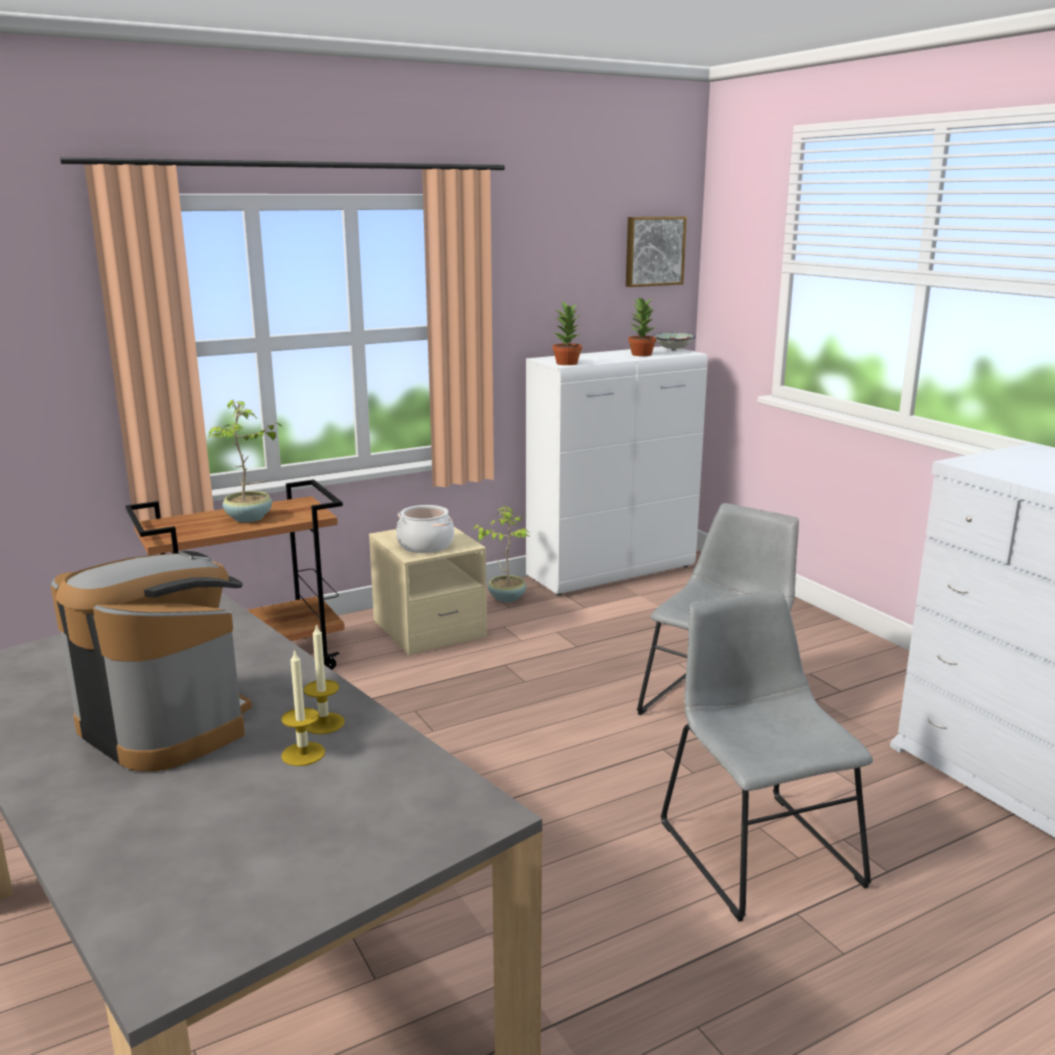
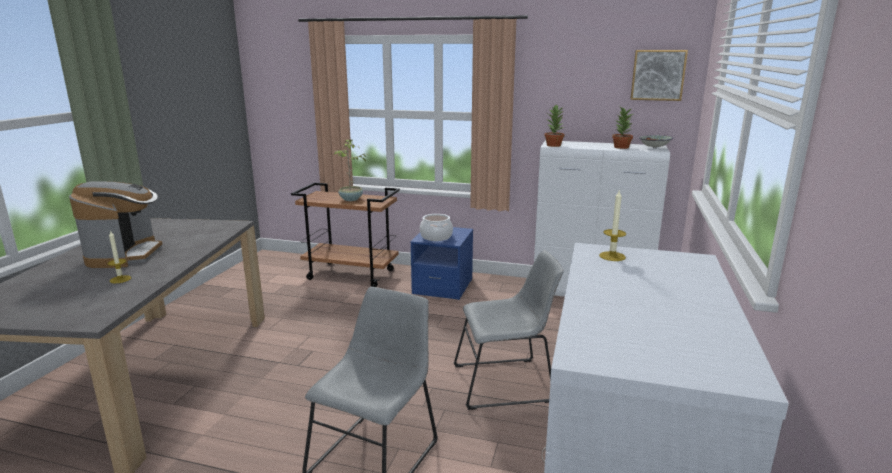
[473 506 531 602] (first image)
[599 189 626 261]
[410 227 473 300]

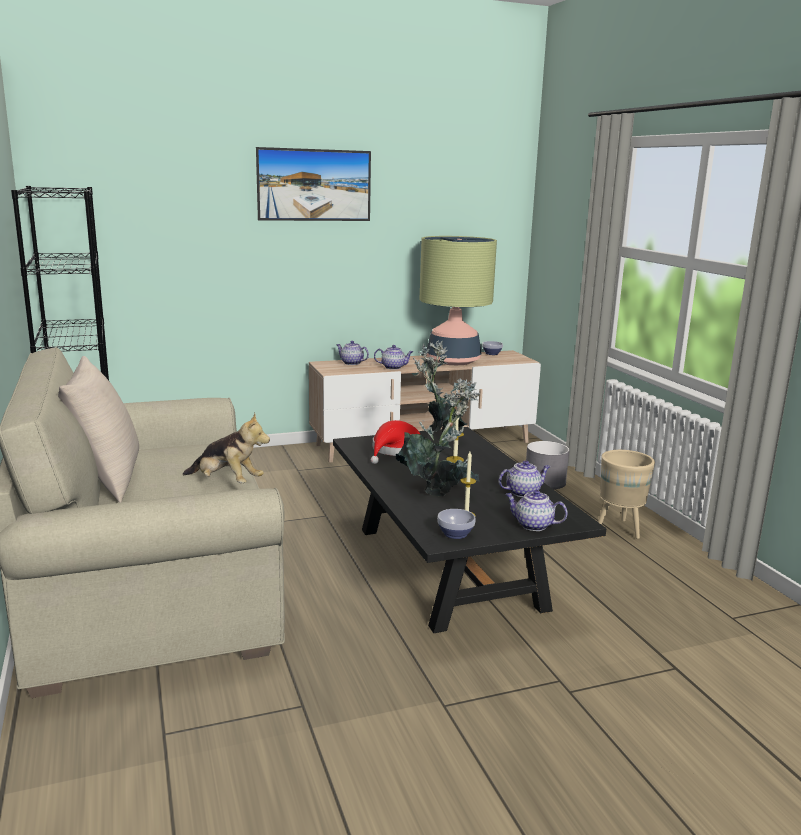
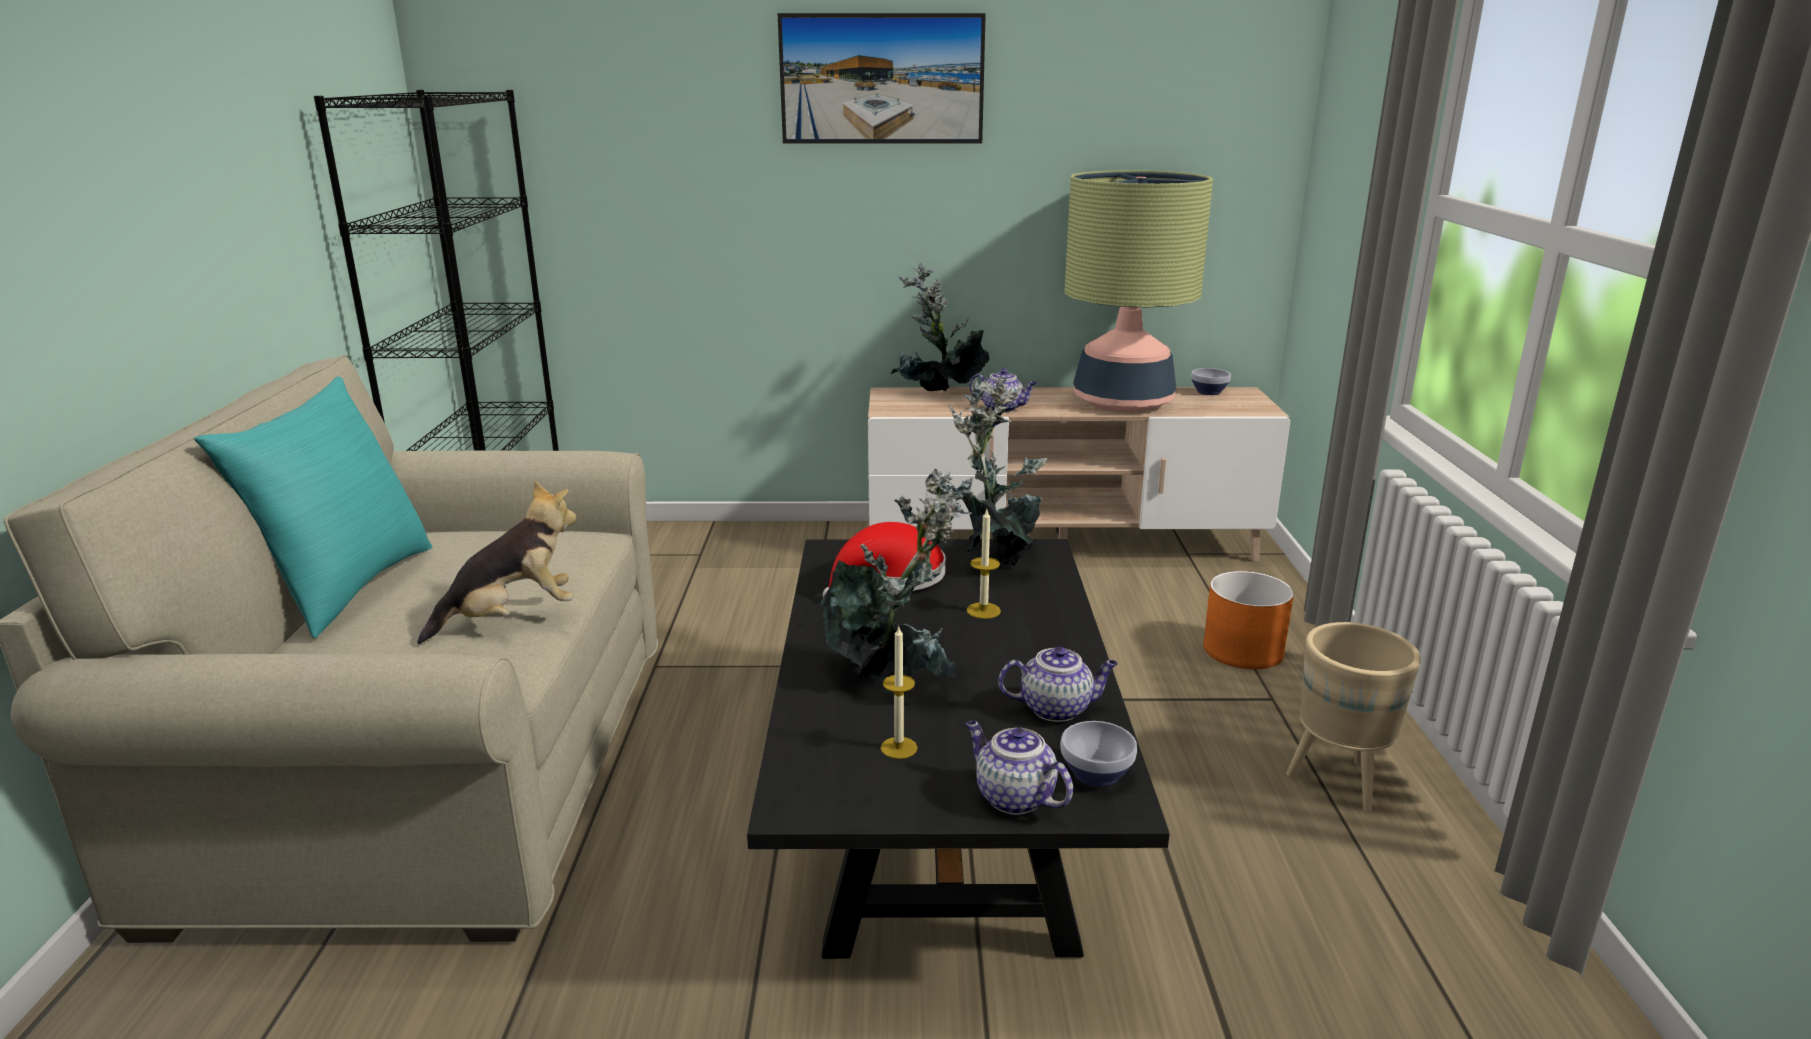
[1061 721 1137 787]
[891 263 989 391]
[194 376 432 638]
[1203 571 1294 669]
[417 481 577 644]

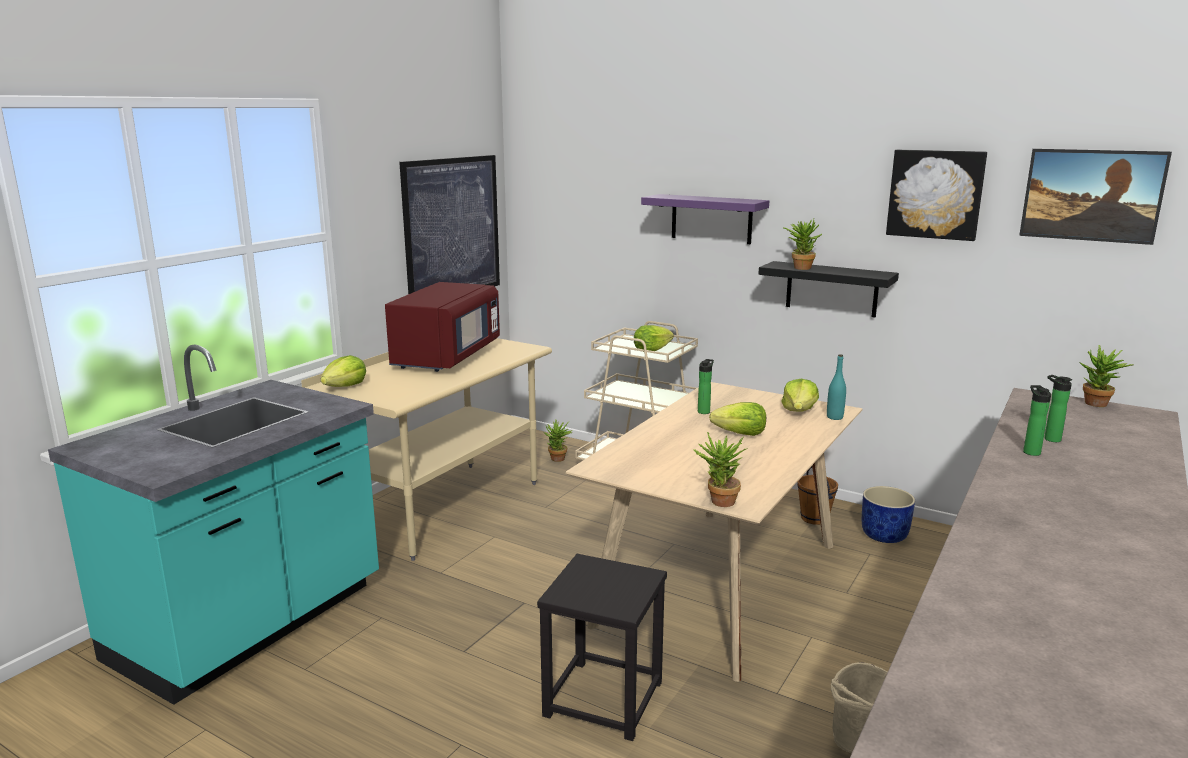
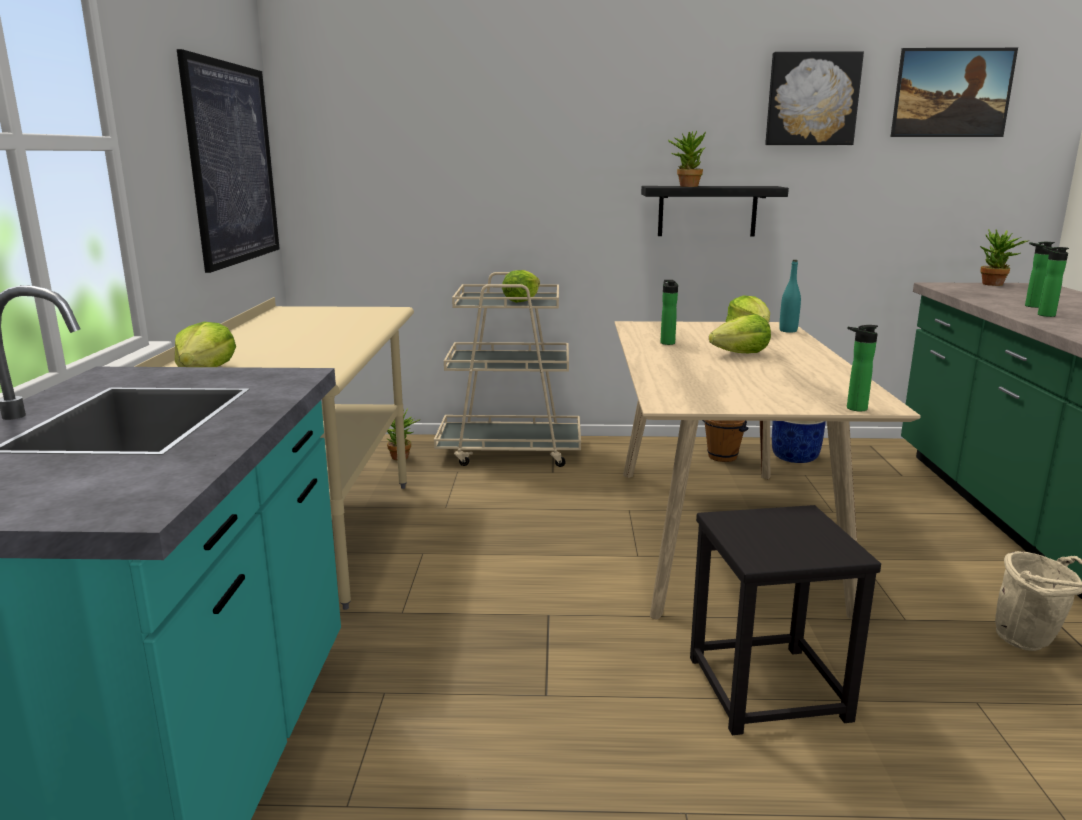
[385 282 500 372] (first image)
[641 194 769 244] (first image)
[847 325 878 411]

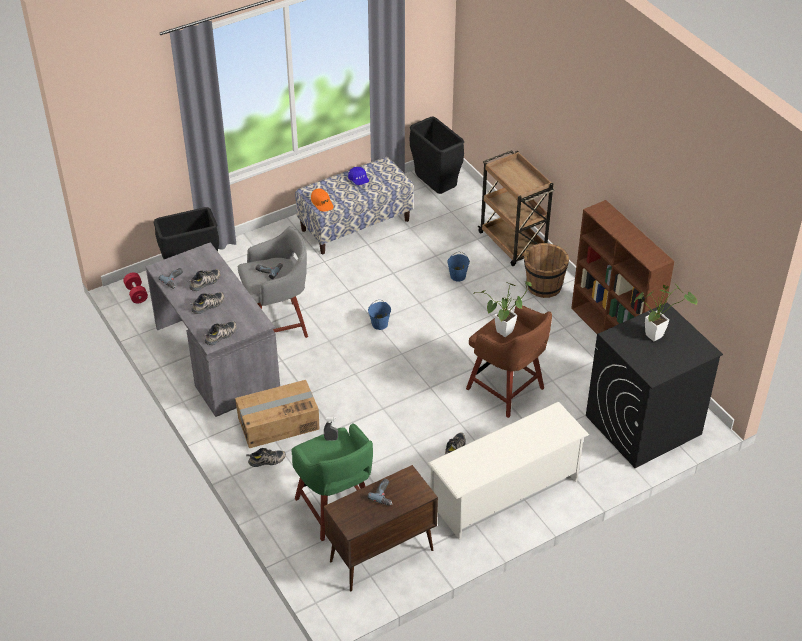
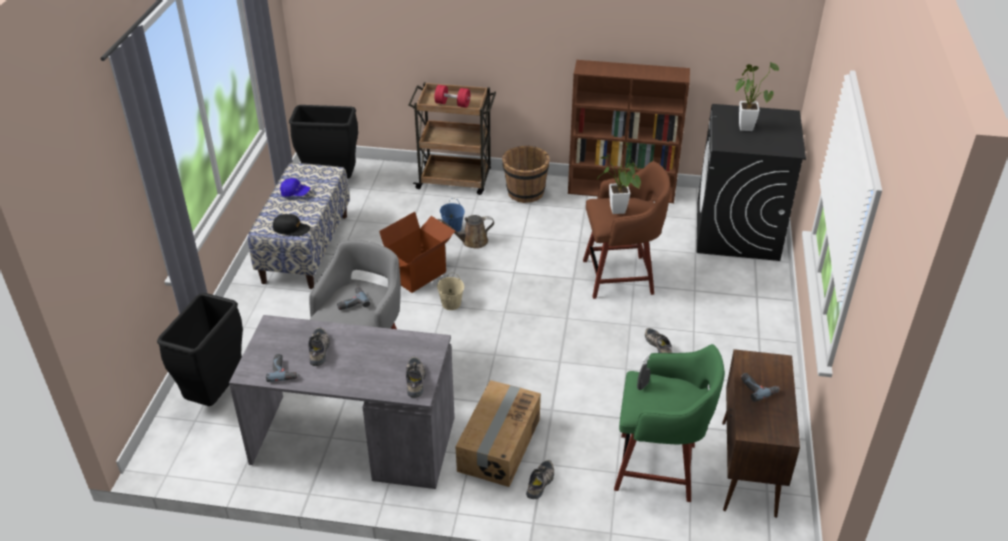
[190 292 224 314] (first image)
[428 401 589 540] (first image)
[379 212 455 293]
[438 215 494 249]
[434 85 470 108]
[273 214 311 236]
[437 273 464 310]

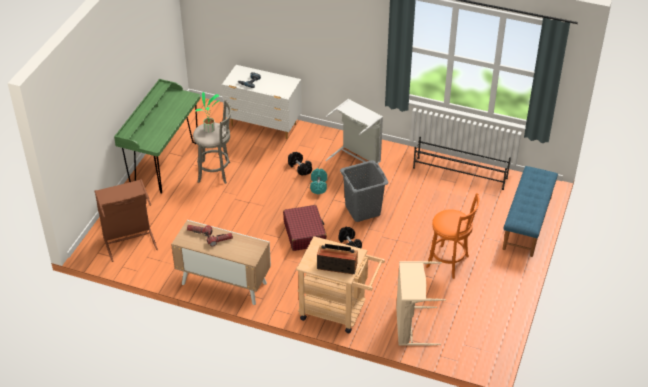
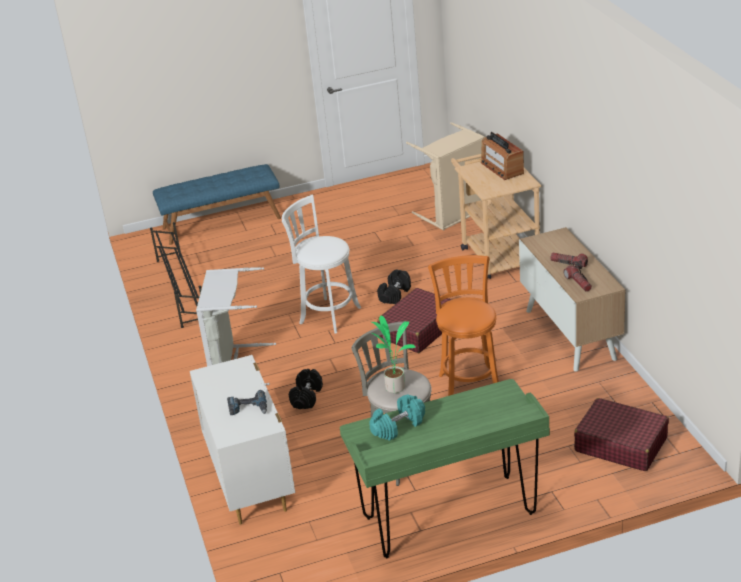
[369 394 425 441]
[428 255 499 396]
[574 398 669 471]
[282 195 361 334]

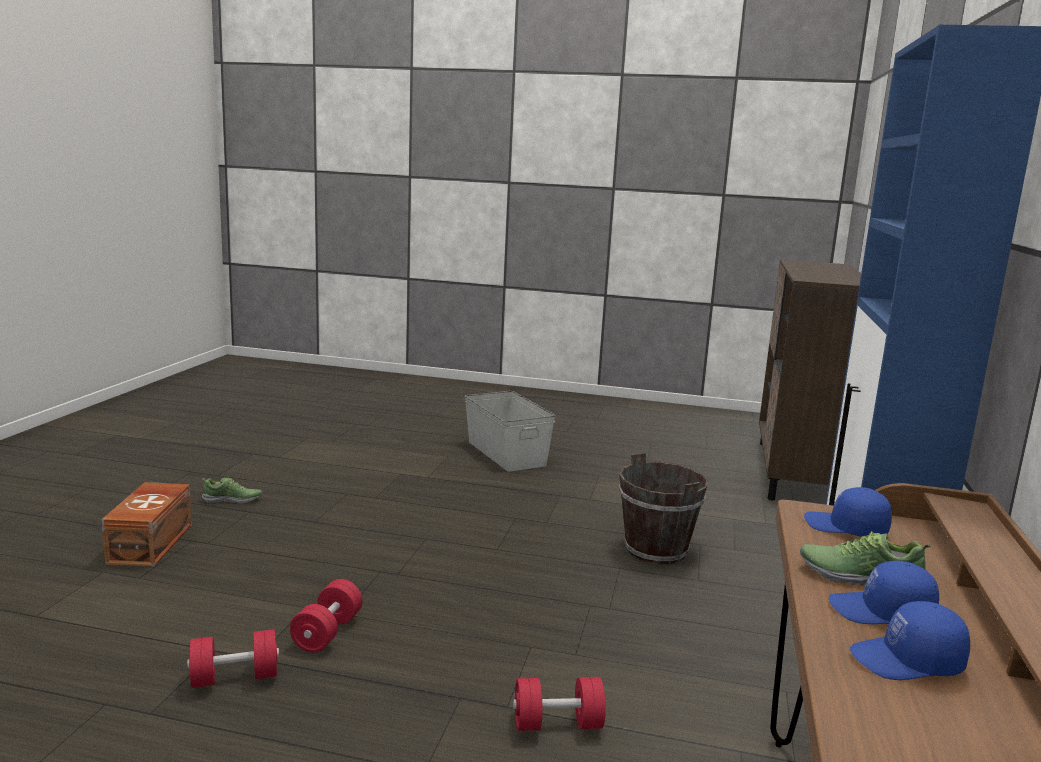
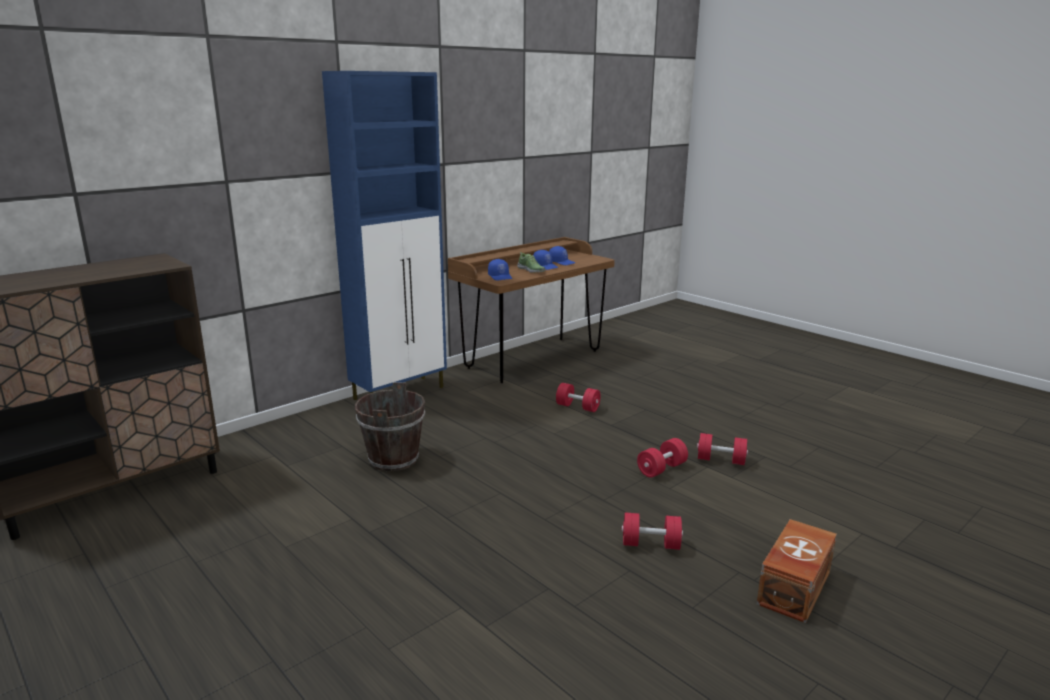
[202 477 262 504] (first image)
[465 391 556 472] (first image)
[622 512 683 550]

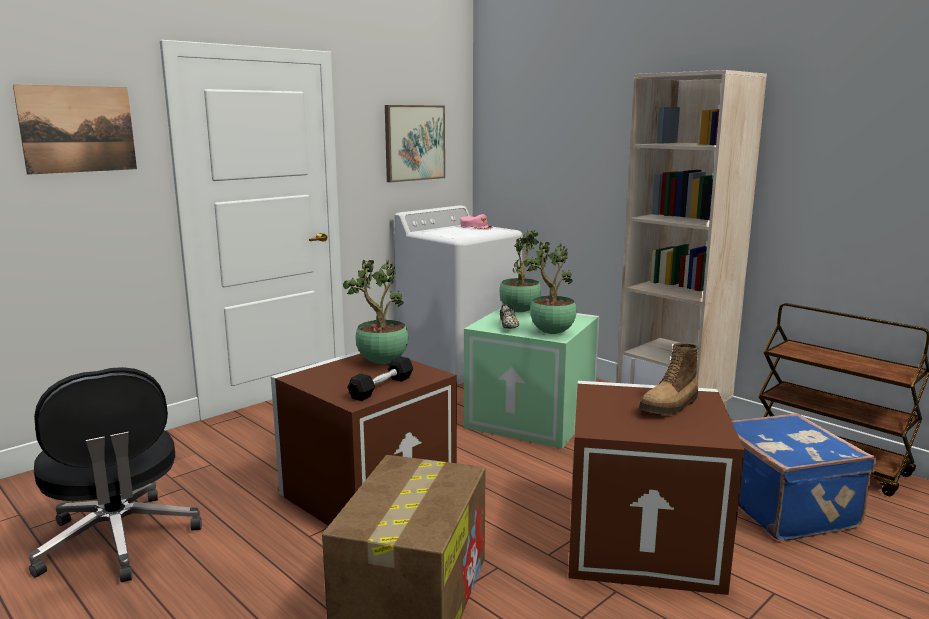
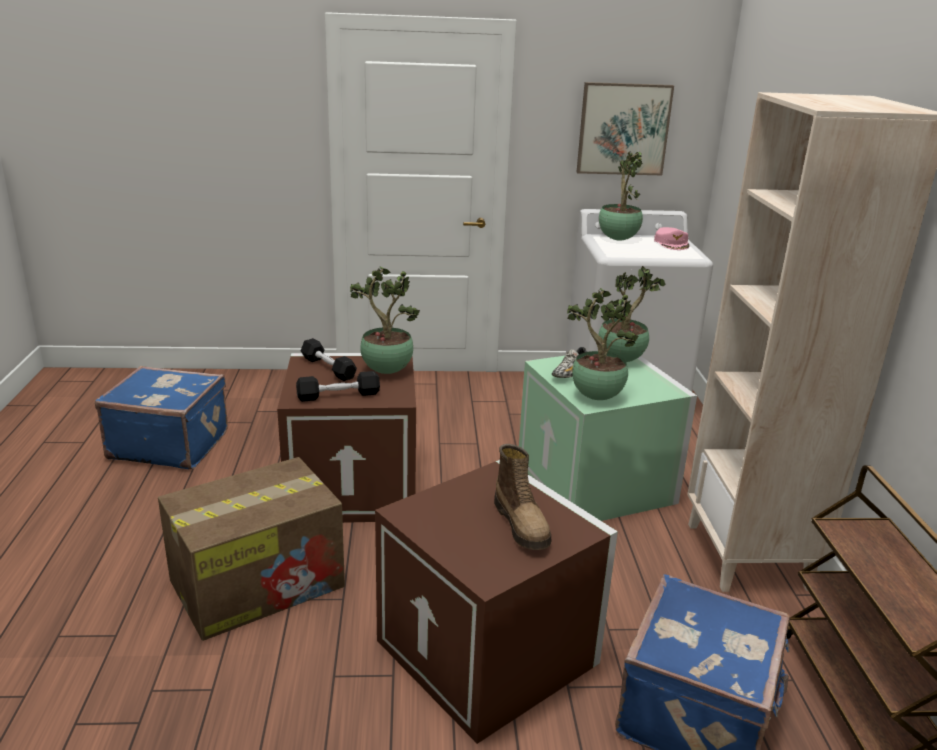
[13 84 137 175] (first image)
[301 338 357 381]
[599 151 643 240]
[95 366 228 469]
[494 444 552 550]

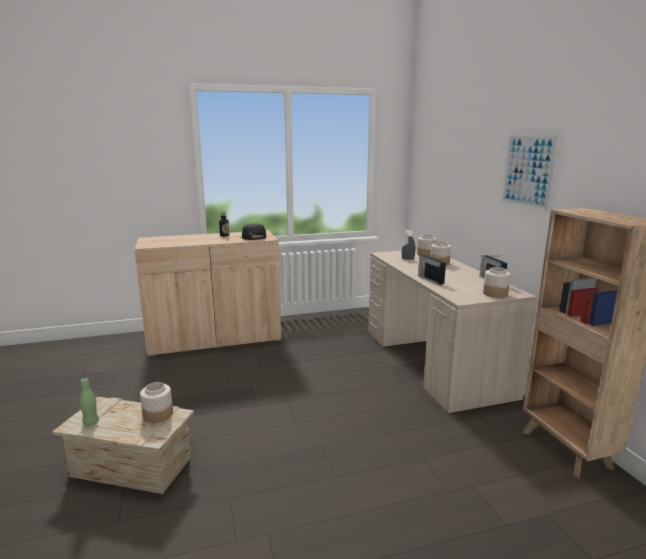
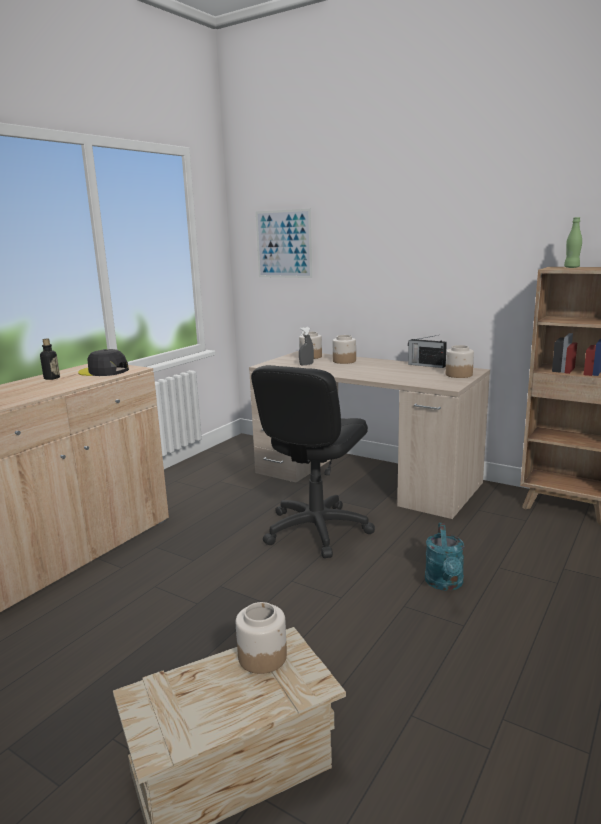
[418 255 446 285] (first image)
[251 365 375 558]
[425 523 465 591]
[564 217 582 268]
[256 209 312 278]

